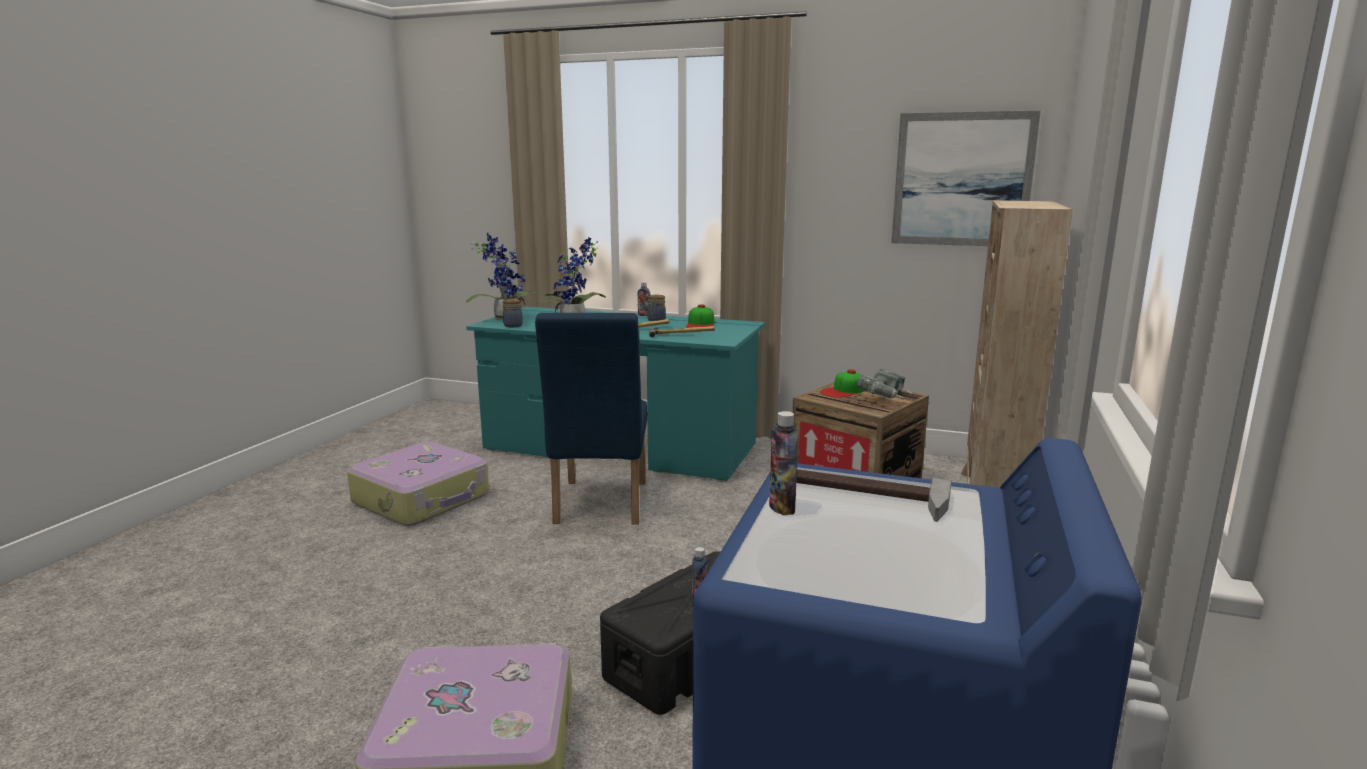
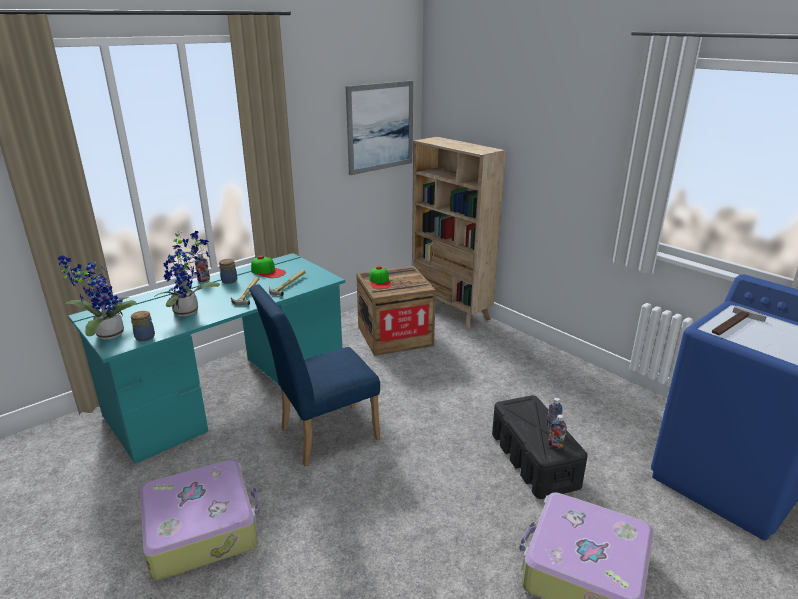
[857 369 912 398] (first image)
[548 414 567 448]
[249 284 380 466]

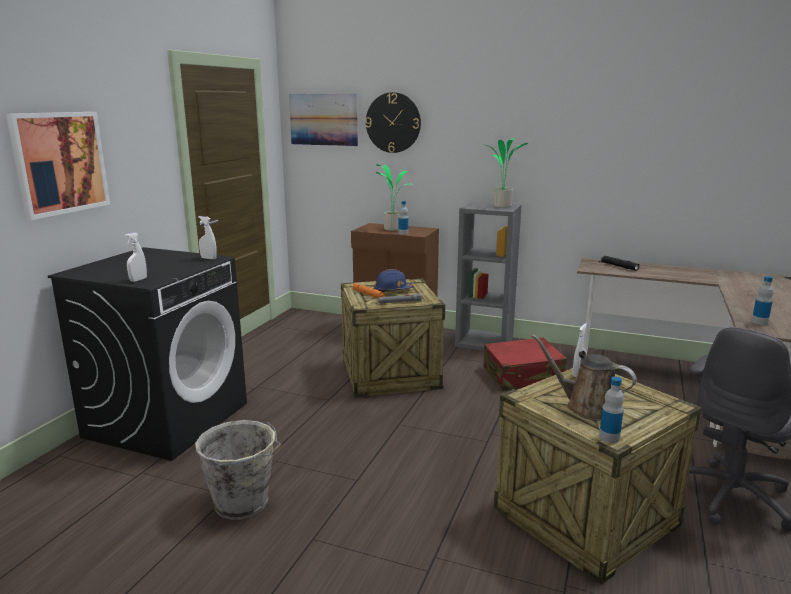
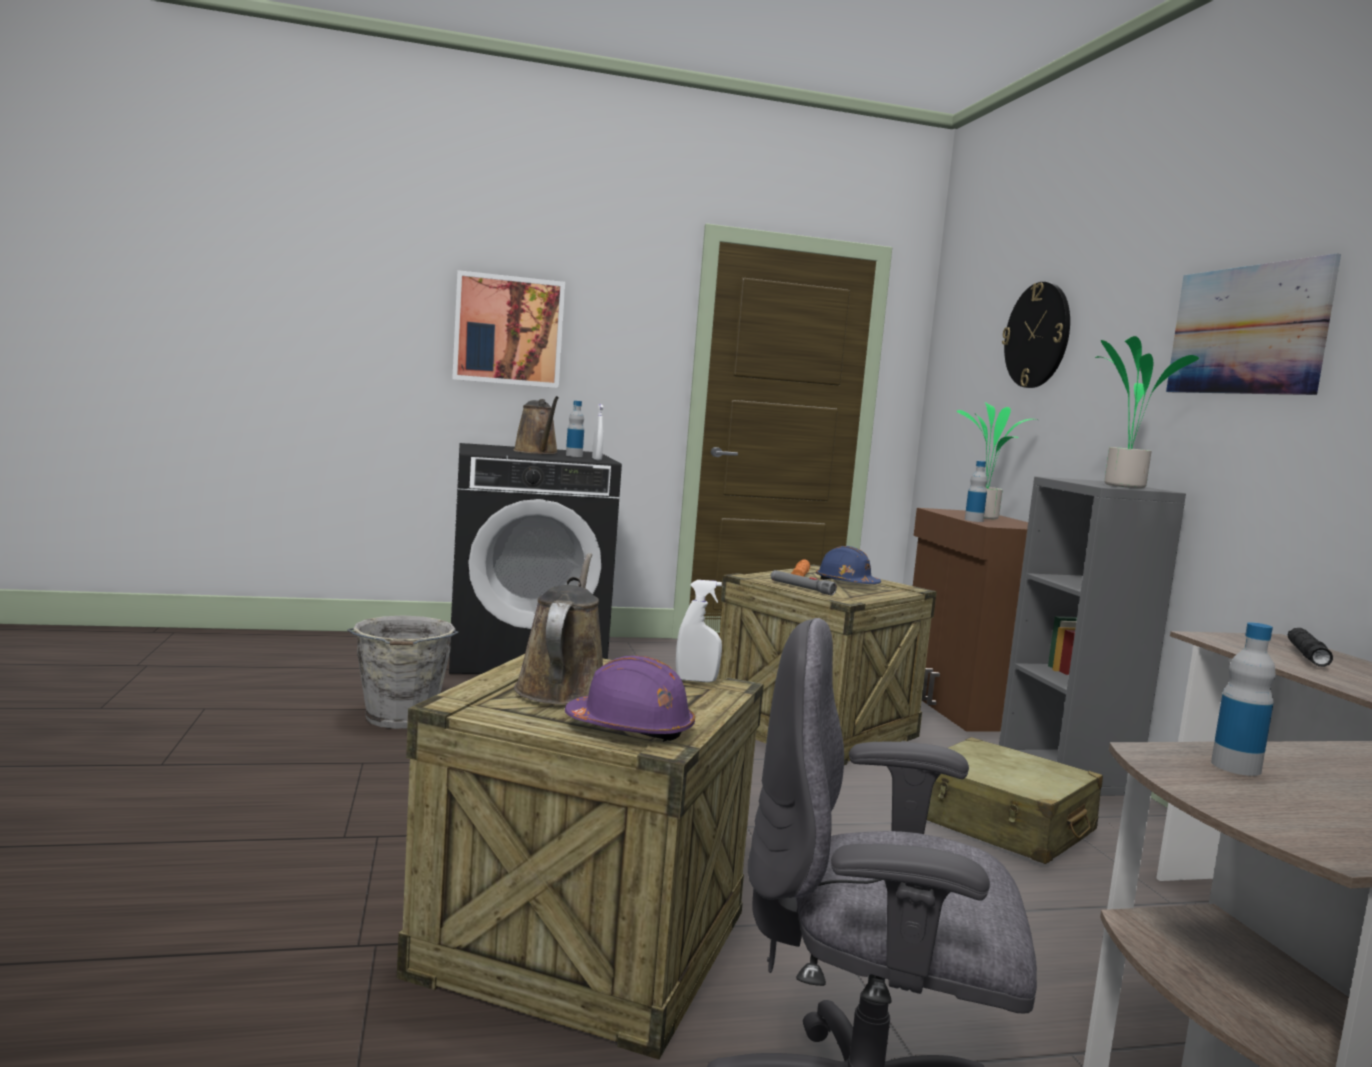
[125 232 147 282] (first image)
[513 396 559 454]
[565 656 695 742]
[1166 253 1341 395]
[566 401 584 457]
[927 737 1103 864]

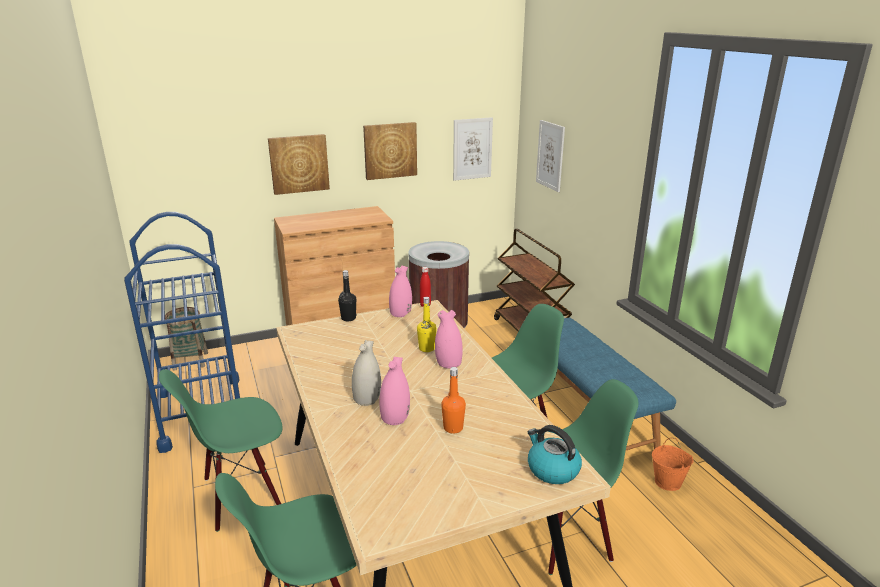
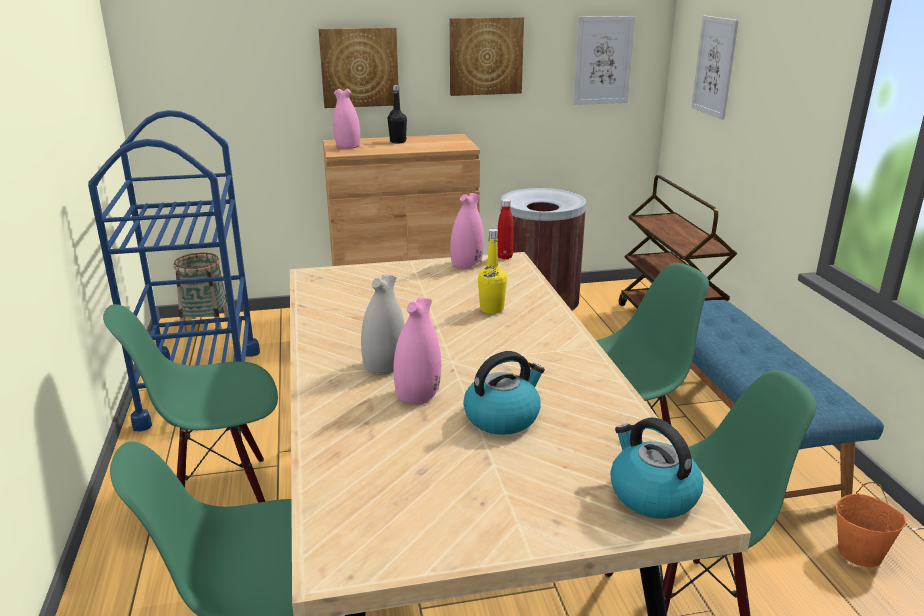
[388 85 407 143]
[333 88 360 149]
[463 351 545 435]

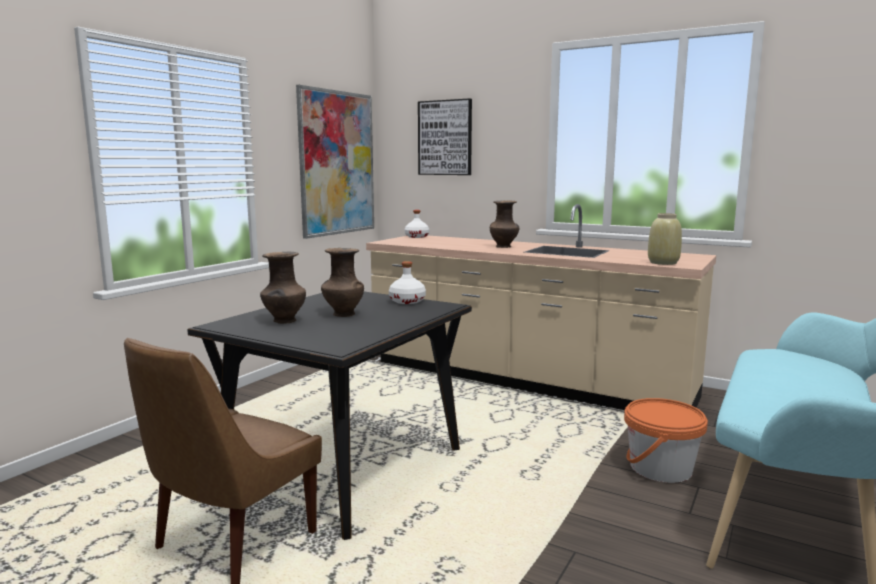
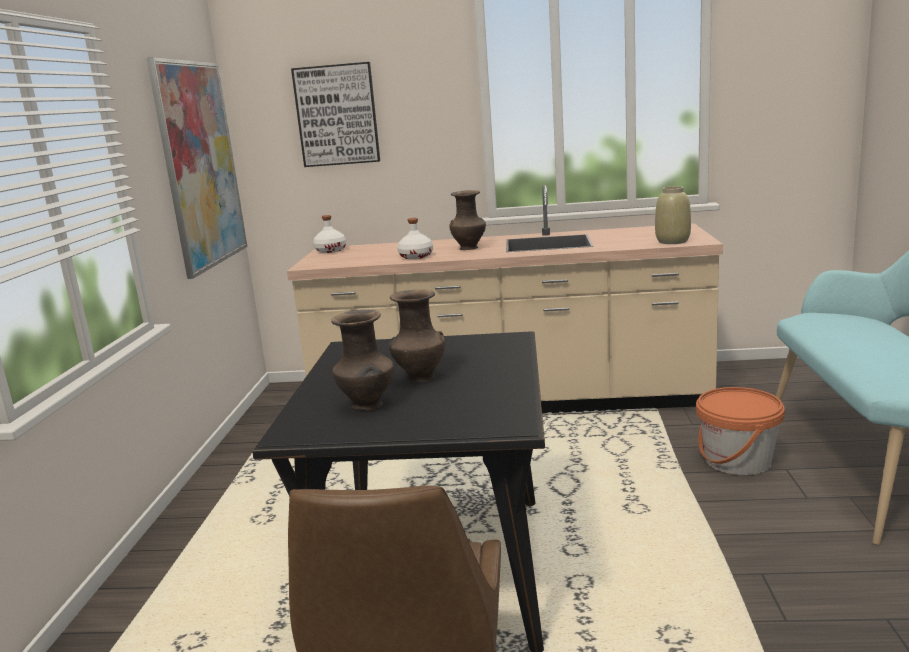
[397 218 433 259]

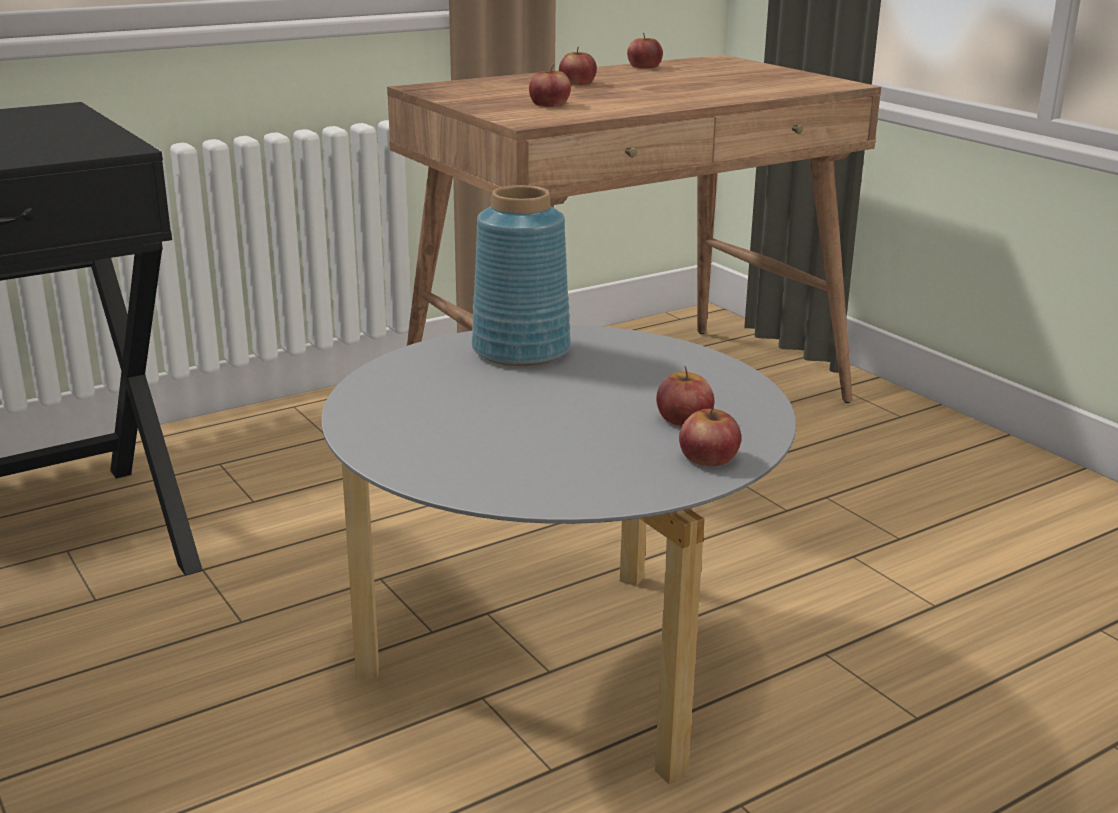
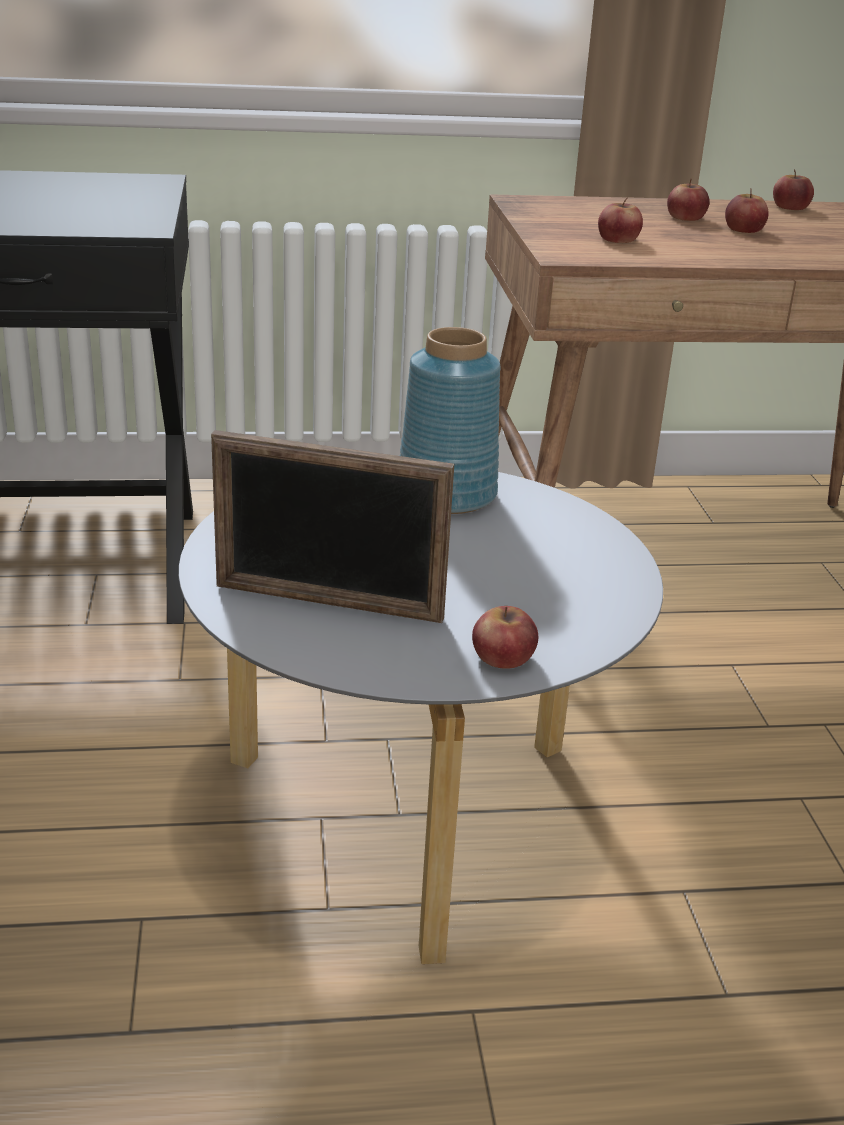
[211 430 454 623]
[725 188 769 233]

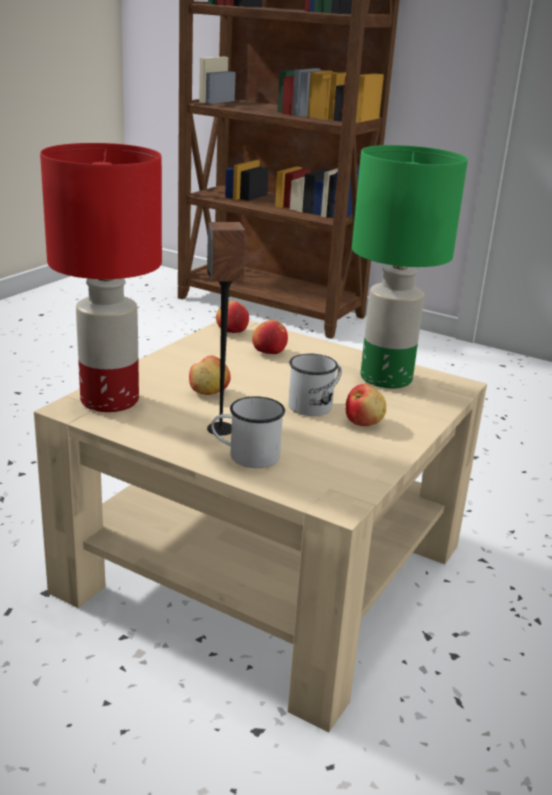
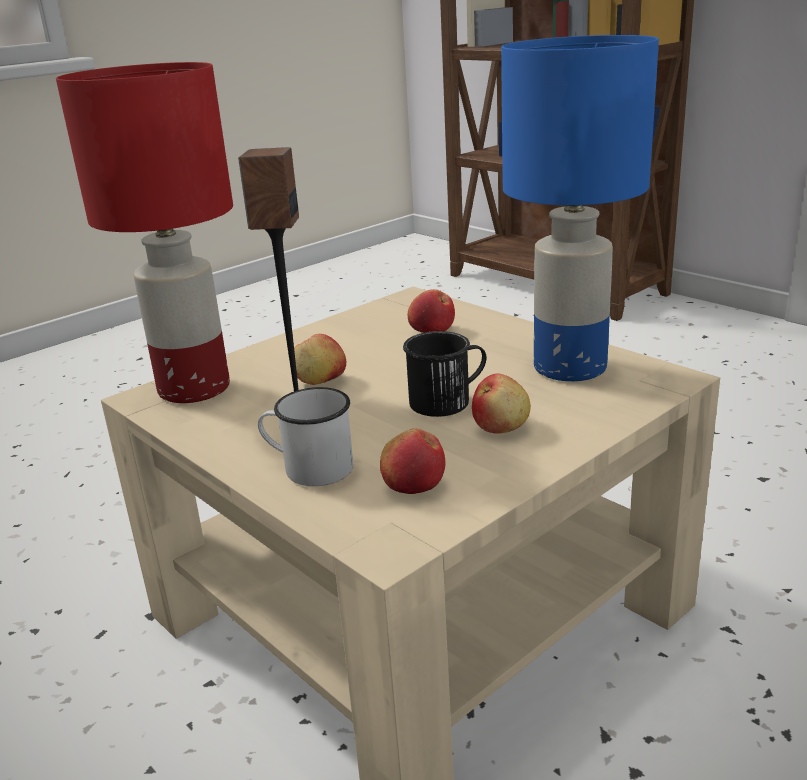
[380 428 446 494]
[403 331 487 417]
[501 35 659 381]

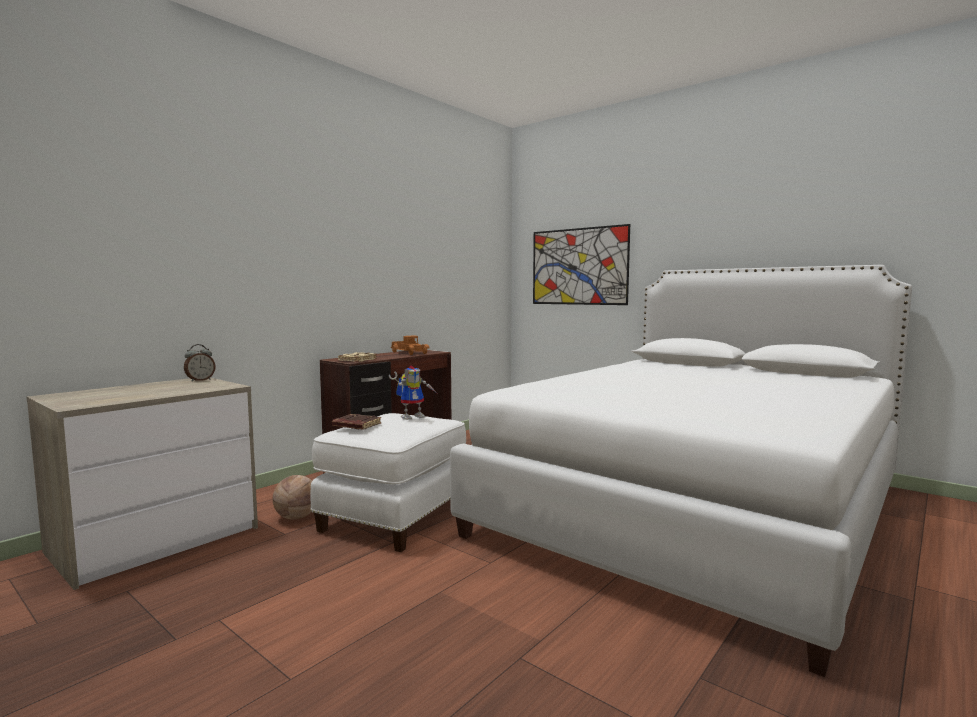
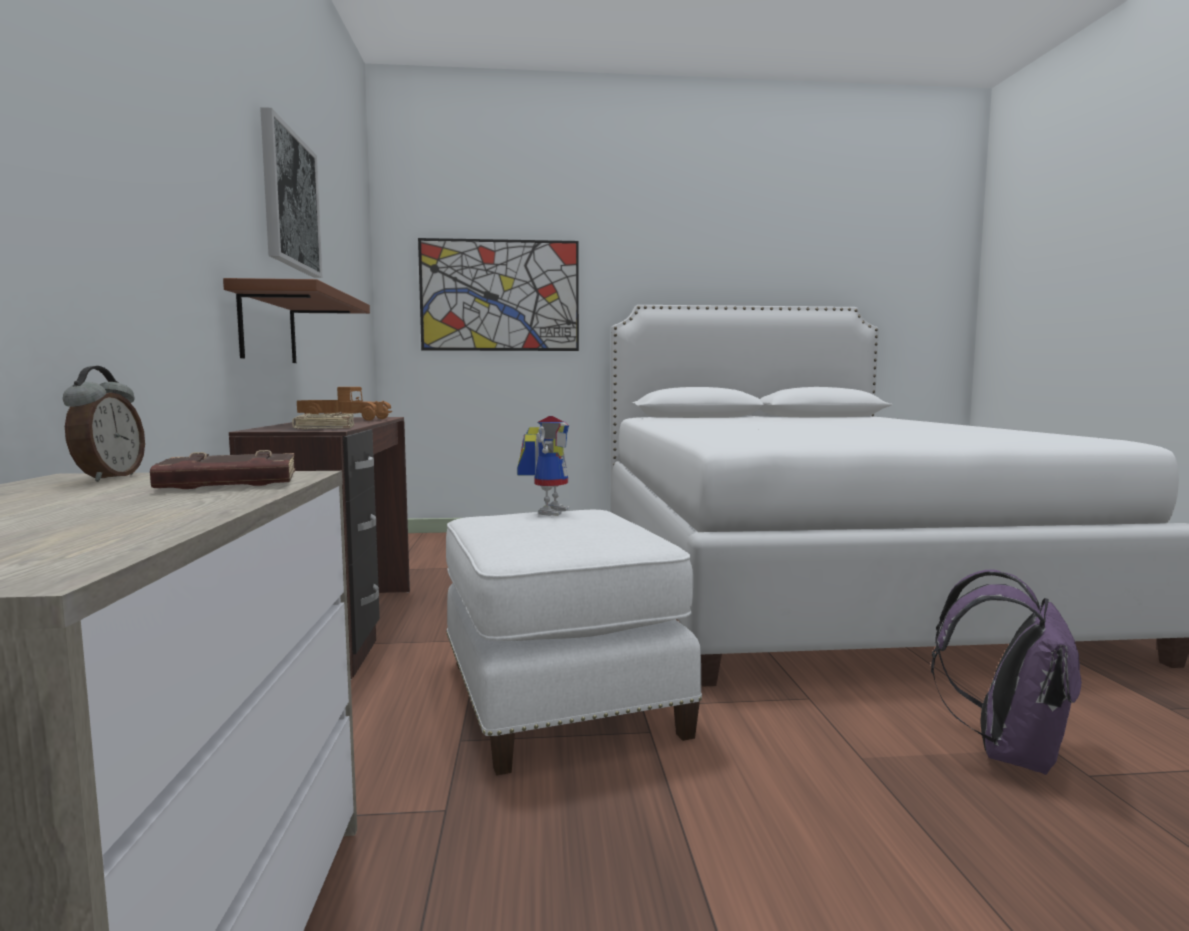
[273 475 312 520] (first image)
[223 278 370 363]
[260 107 322 278]
[931 569 1082 775]
[150 450 295 489]

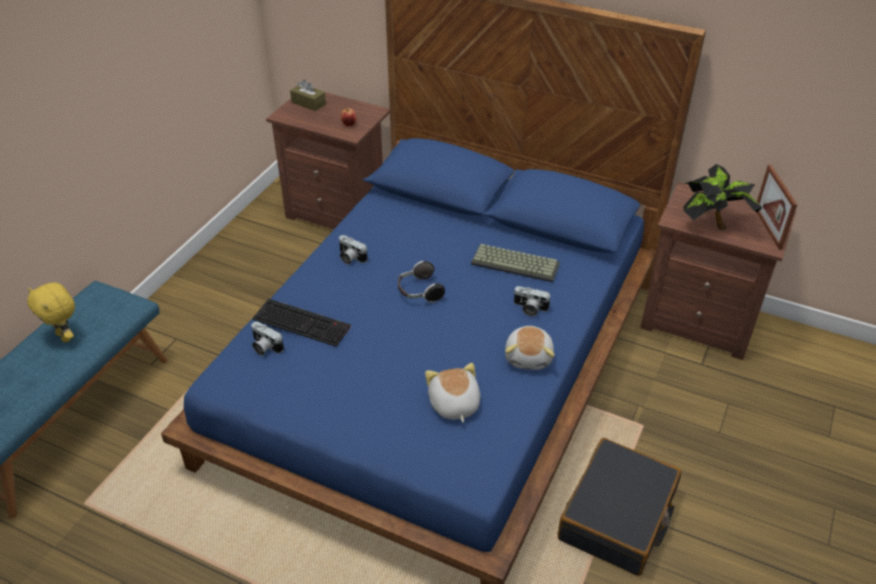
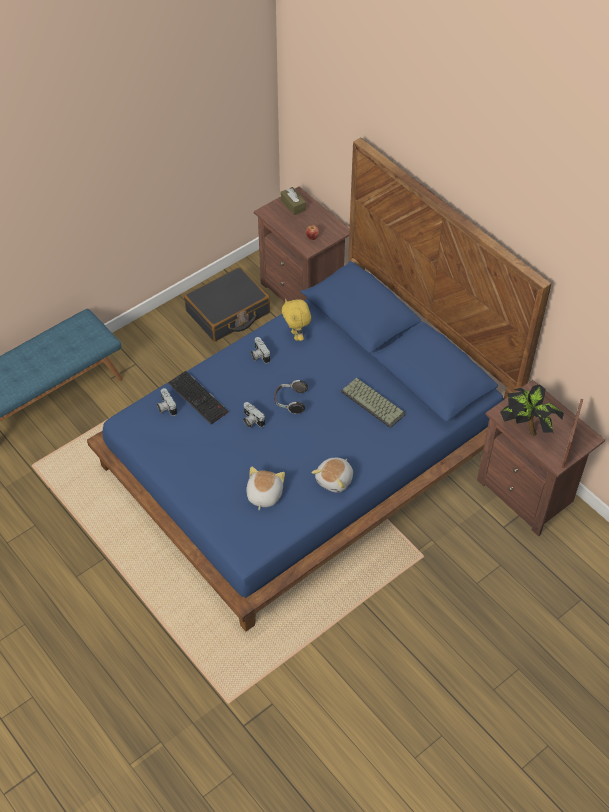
[282 299 311 341]
[243 402 265 428]
[184 267 270 341]

